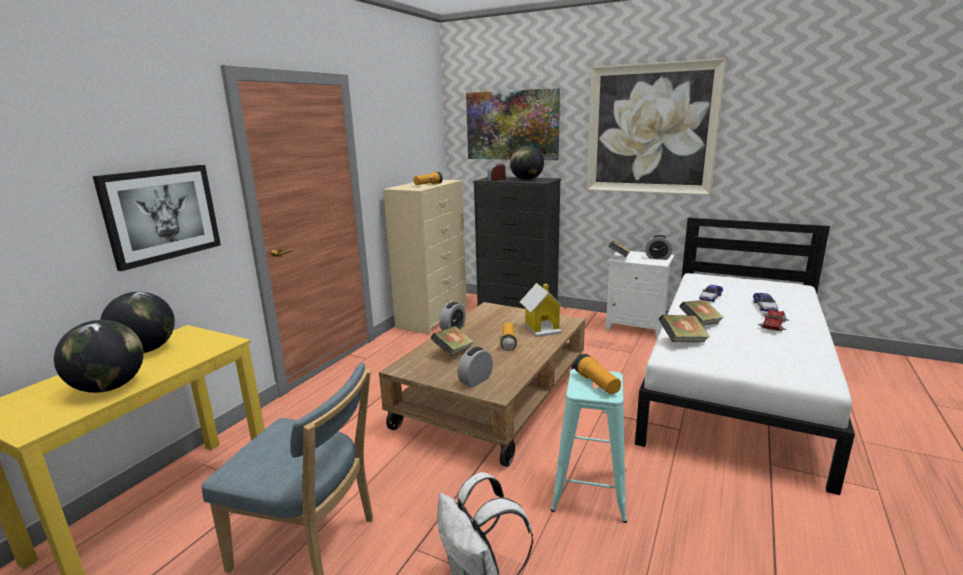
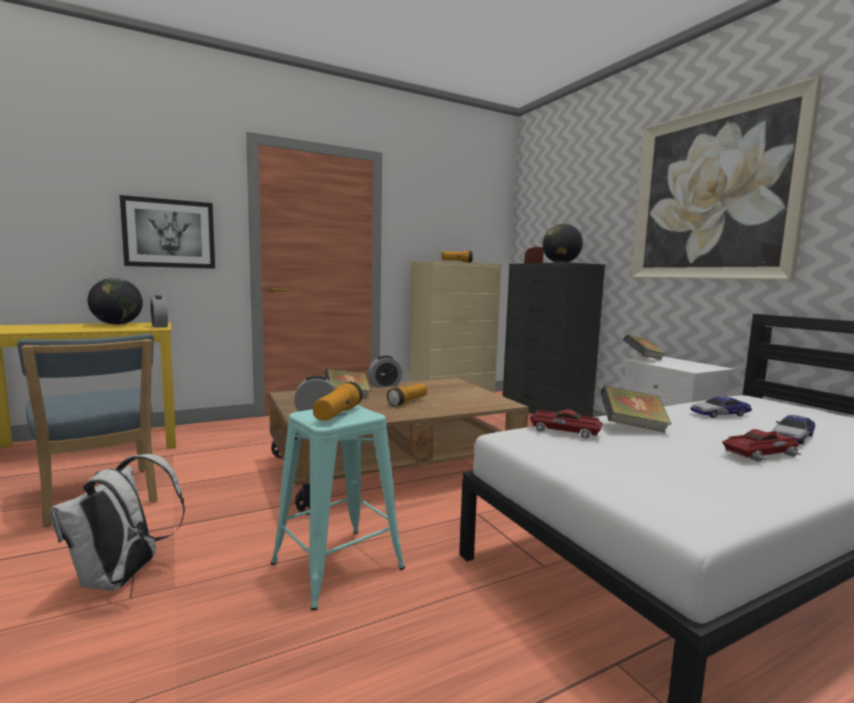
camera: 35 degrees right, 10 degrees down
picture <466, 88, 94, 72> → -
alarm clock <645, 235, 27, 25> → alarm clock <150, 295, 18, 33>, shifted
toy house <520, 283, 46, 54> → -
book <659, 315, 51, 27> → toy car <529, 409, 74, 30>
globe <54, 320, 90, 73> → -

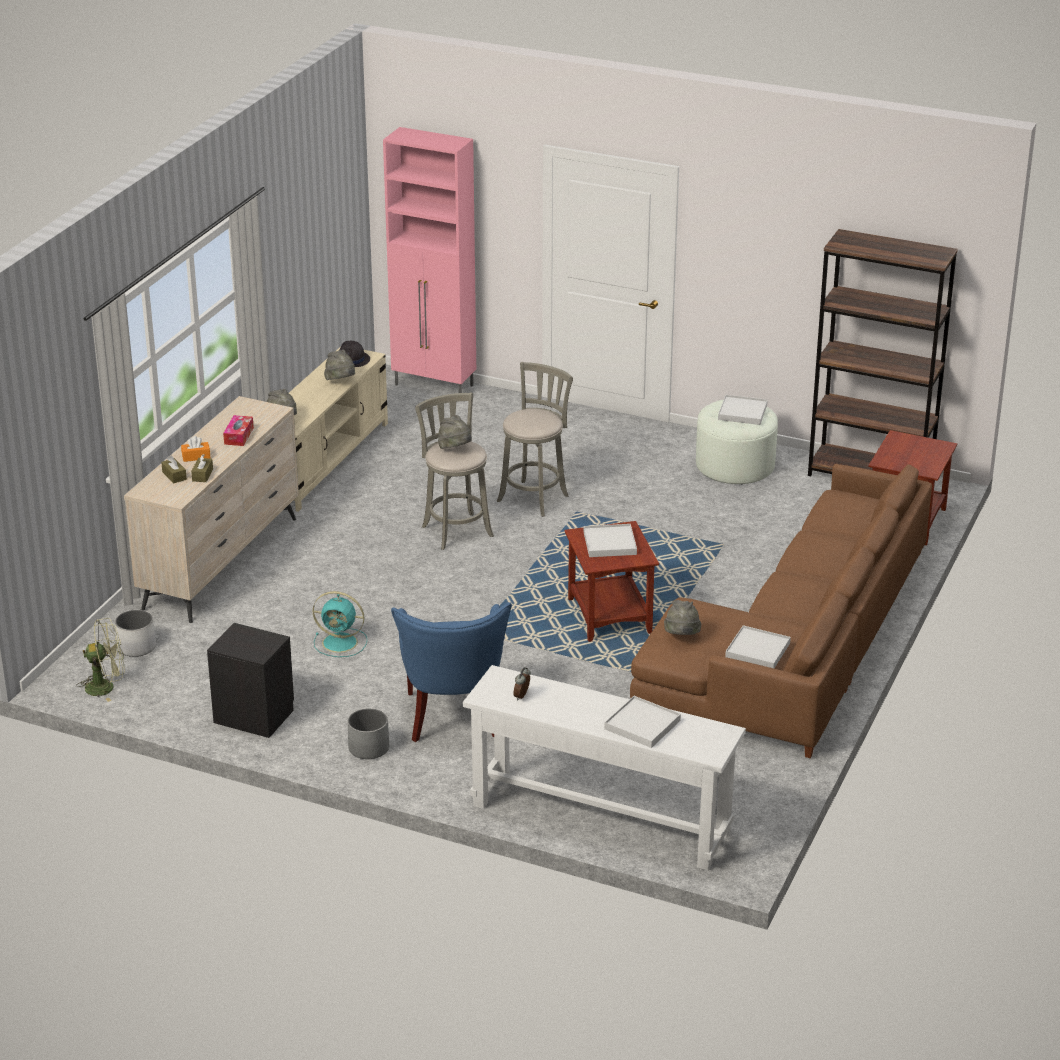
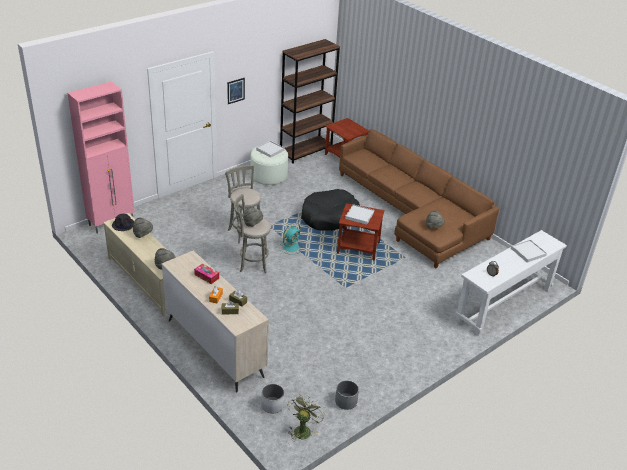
camera: 65 degrees left, 5 degrees up
fan (turquoise) <313, 591, 54, 66> → fan (turquoise) <279, 223, 25, 32>, shifted
armchair (blue) <391, 602, 121, 140> → -
nightstand (black) <207, 623, 87, 115> → -
tray (white) <725, 625, 66, 43> → -
planter (grey) <348, 708, 41, 51> → planter (grey) <335, 380, 24, 30>, shifted
- → picture <227, 78, 18, 26>
- → dog bed (black) <301, 189, 59, 42>

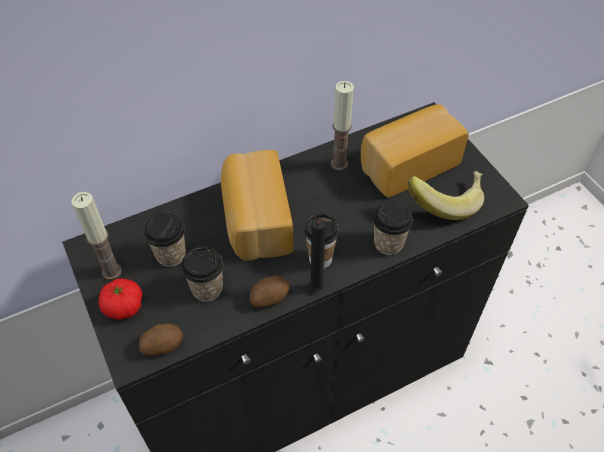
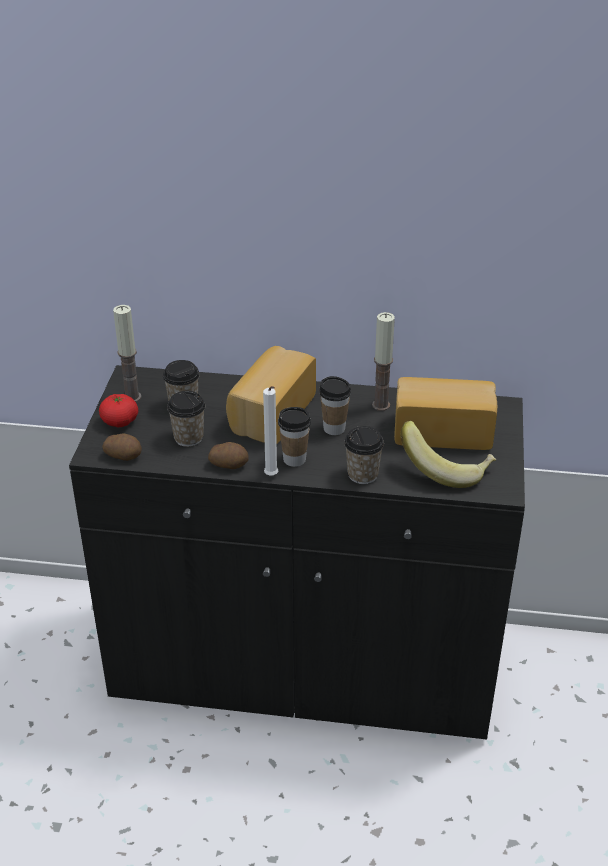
camera: 35 degrees right, 15 degrees down
candle (black) <309, 218, 23, 73> → candle (white) <263, 386, 15, 90>
- → cup <319, 376, 32, 59>

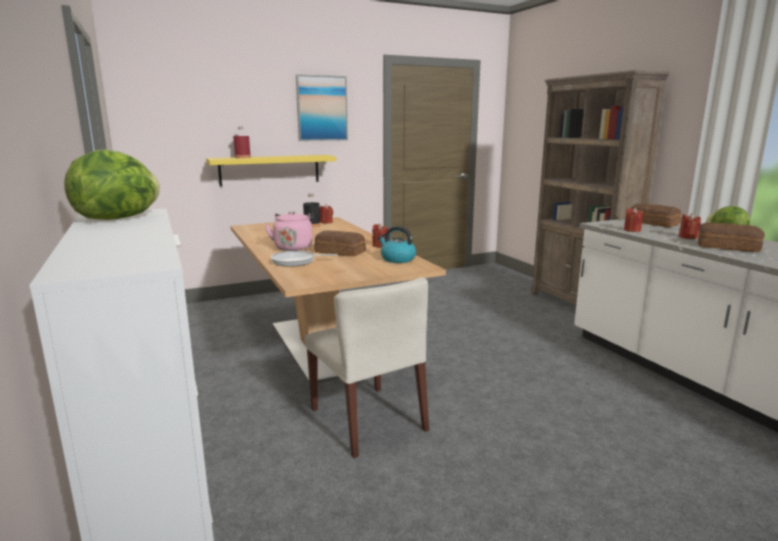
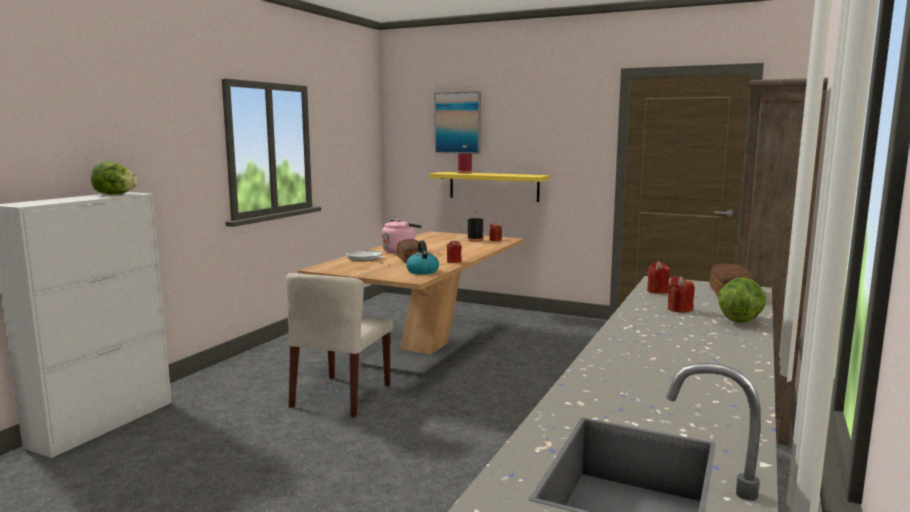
camera: 50 degrees right, 5 degrees down
picture <296, 74, 52, 67> → picture <434, 91, 47, 63>, shifted
bread <698, 222, 67, 30> → -

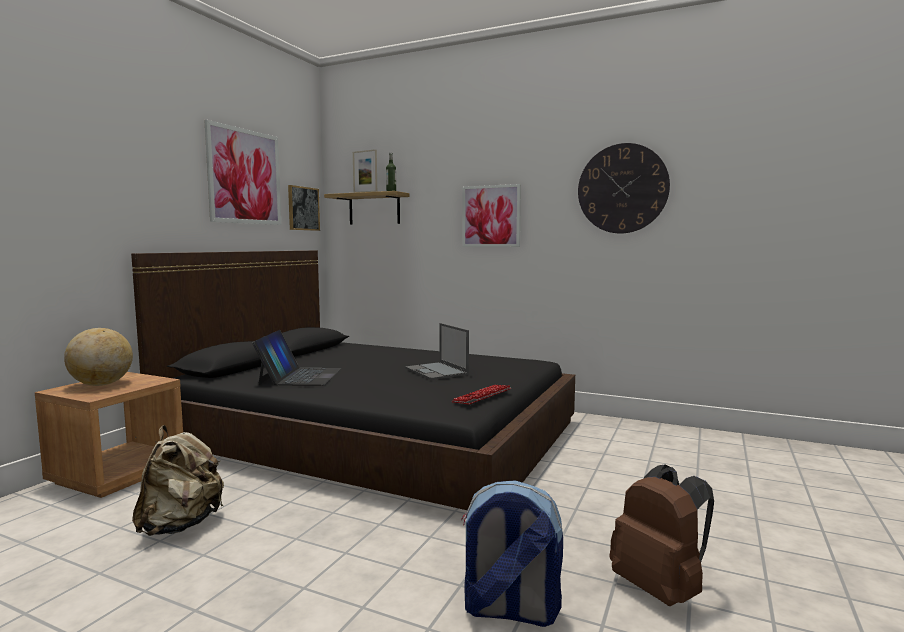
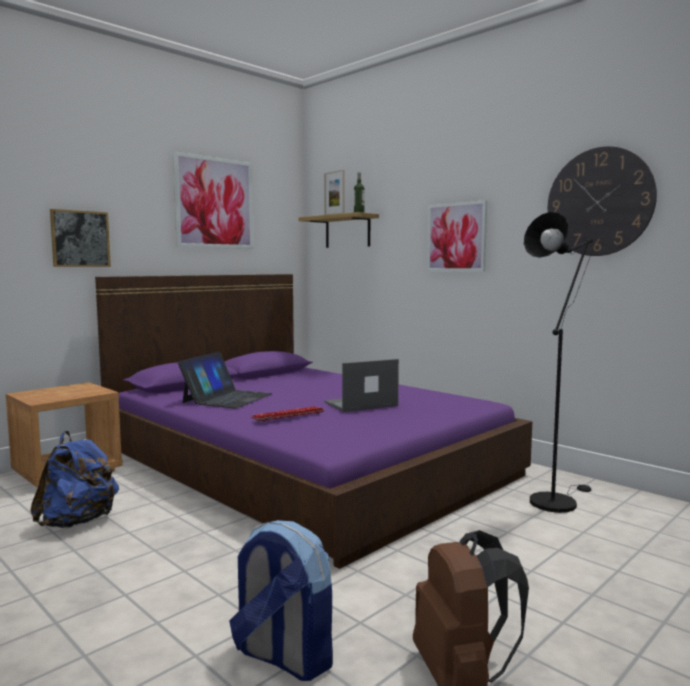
camera: 20 degrees right, 0 degrees up
picture <288, 185, 32, 46> → picture <50, 209, 61, 58>, shifted
bed (black) <131, 250, 444, 260> → bed (purple) <95, 274, 437, 295>
laptop <405, 323, 64, 57> → laptop <325, 359, 74, 53>, 75 degrees clockwise
globe <64, 328, 69, 58> → -
keyboard <451, 385, 60, 20> → keyboard <251, 407, 73, 15>, shifted
backpack (beige) <132, 425, 92, 111> → backpack (blue) <30, 431, 89, 97>
- → floor lamp (black) <524, 212, 71, 301>

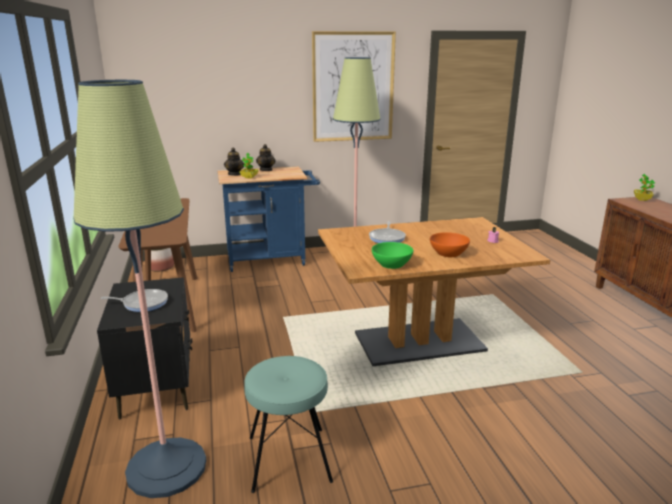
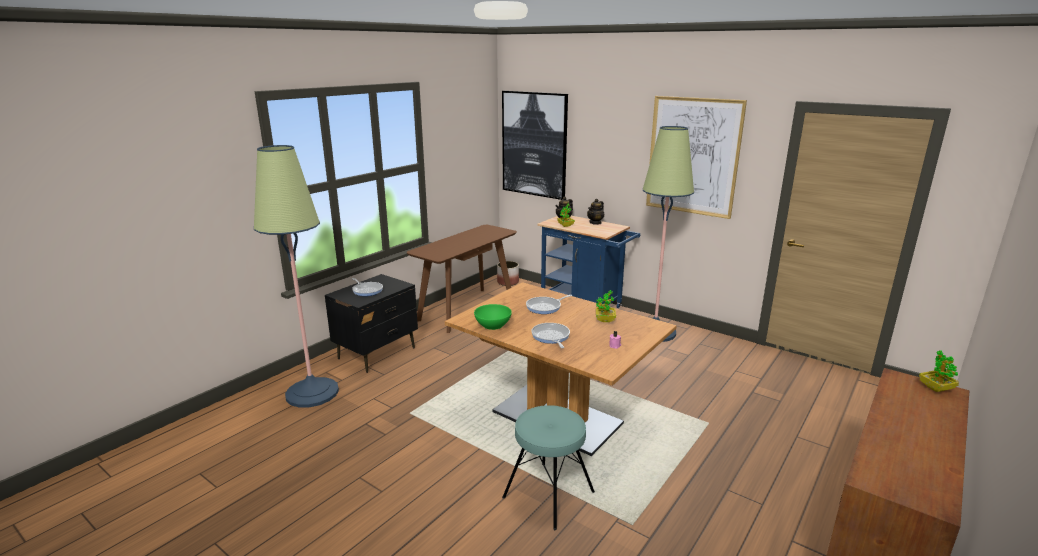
camera: 50 degrees right, 0 degrees up
bowl (orange) <430, 232, 40, 25> → frying pan <531, 323, 39, 25>
stool (turquoise) <244, 356, 89, 137> → stool (turquoise) <502, 405, 93, 125>, shifted
- → picture <502, 91, 66, 109>
- → potted plant <596, 290, 20, 32>

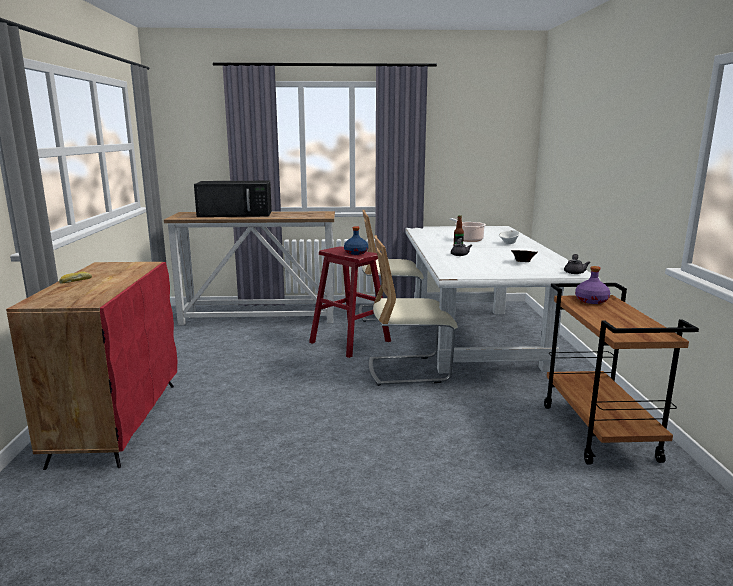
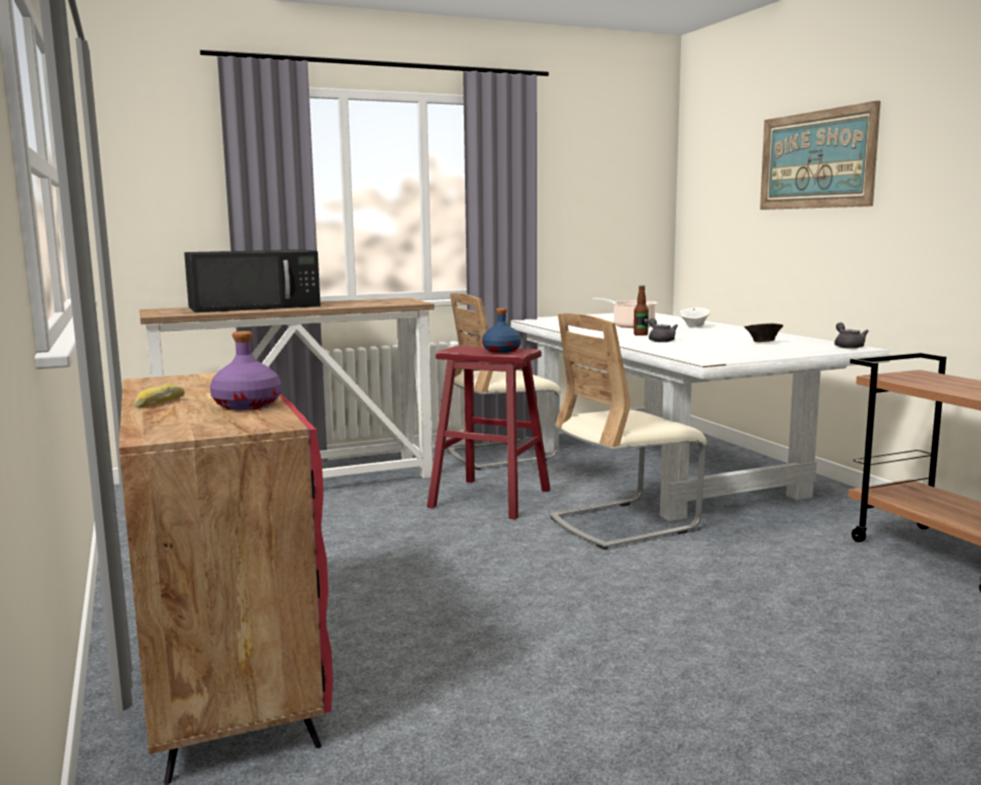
camera: 20 degrees left, 5 degrees down
bottle (purple) <575, 266, 35, 38> → bottle (purple) <210, 331, 71, 79>, shifted
- → picture <760, 101, 121, 109>

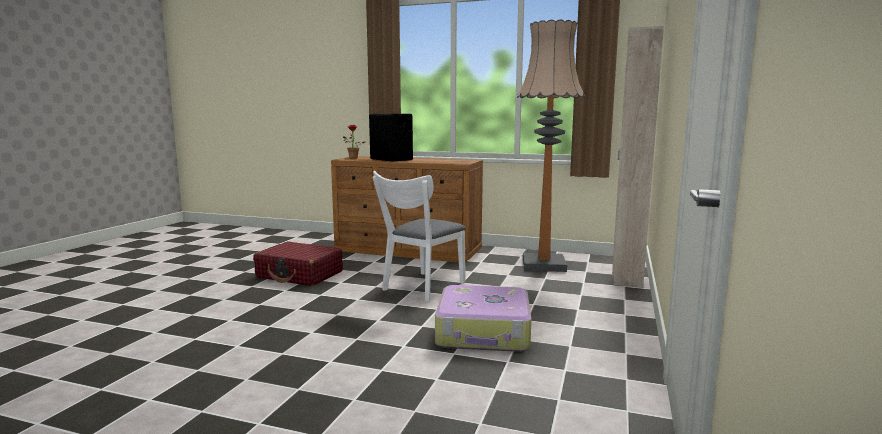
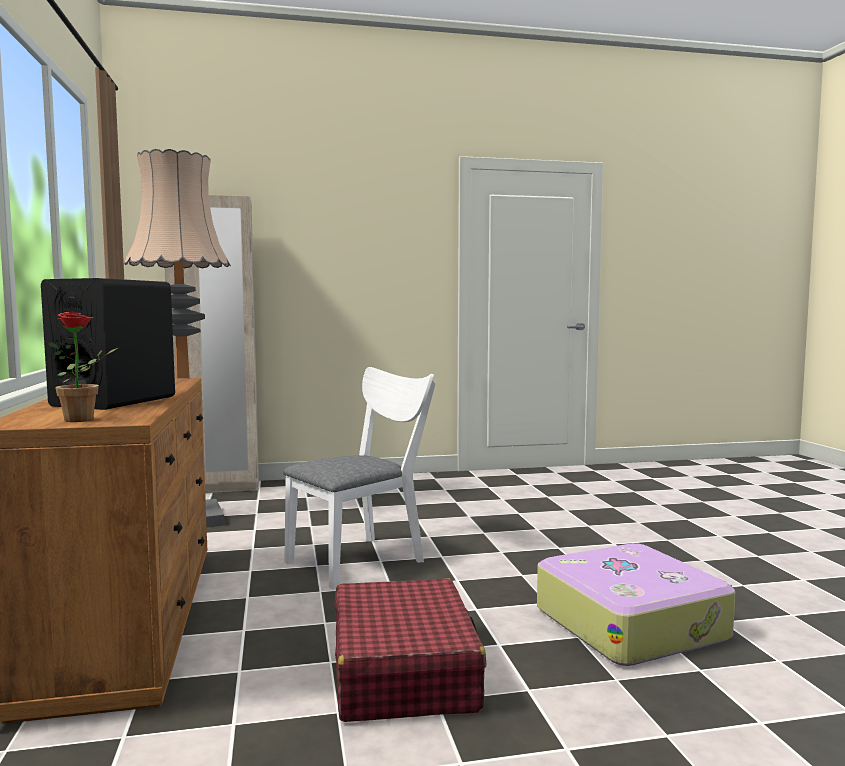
camera: 120 degrees left, 5 degrees down
chair (white) <372, 171, 94, 130> → chair (white) <283, 367, 153, 222>, 45 degrees counterclockwise
suitcase <435, 285, 96, 67> → suitcase <537, 543, 198, 123>, shifted

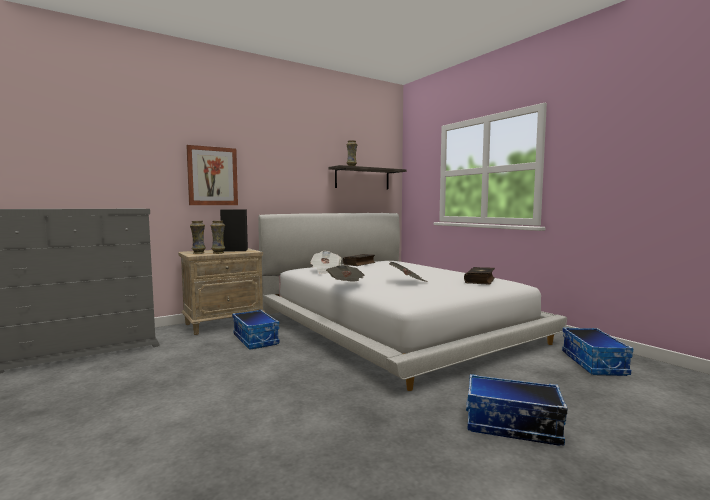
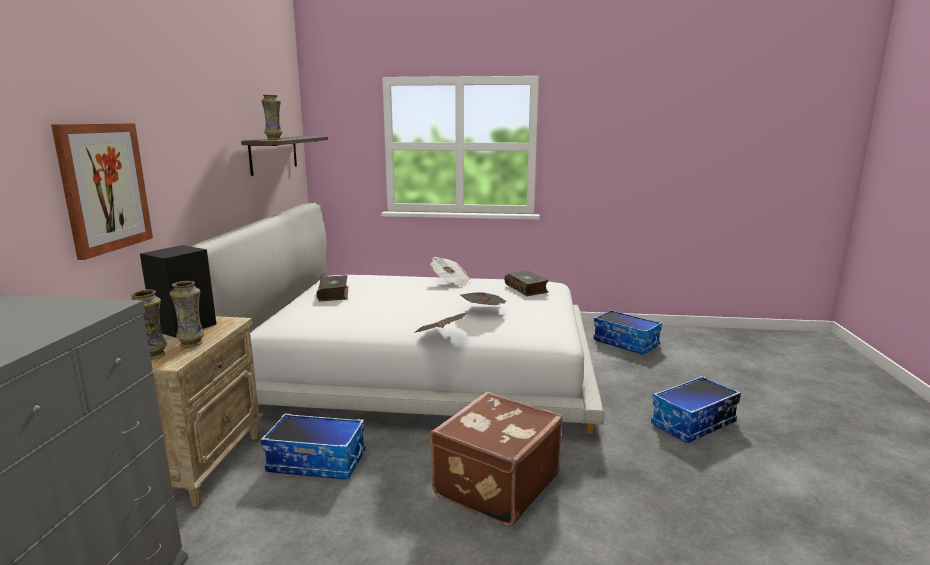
camera: 50 degrees left, 10 degrees up
newspaper <310, 251, 32, 23> → newspaper <430, 257, 41, 30>, shifted
- → suitcase (brown) <430, 391, 133, 136>

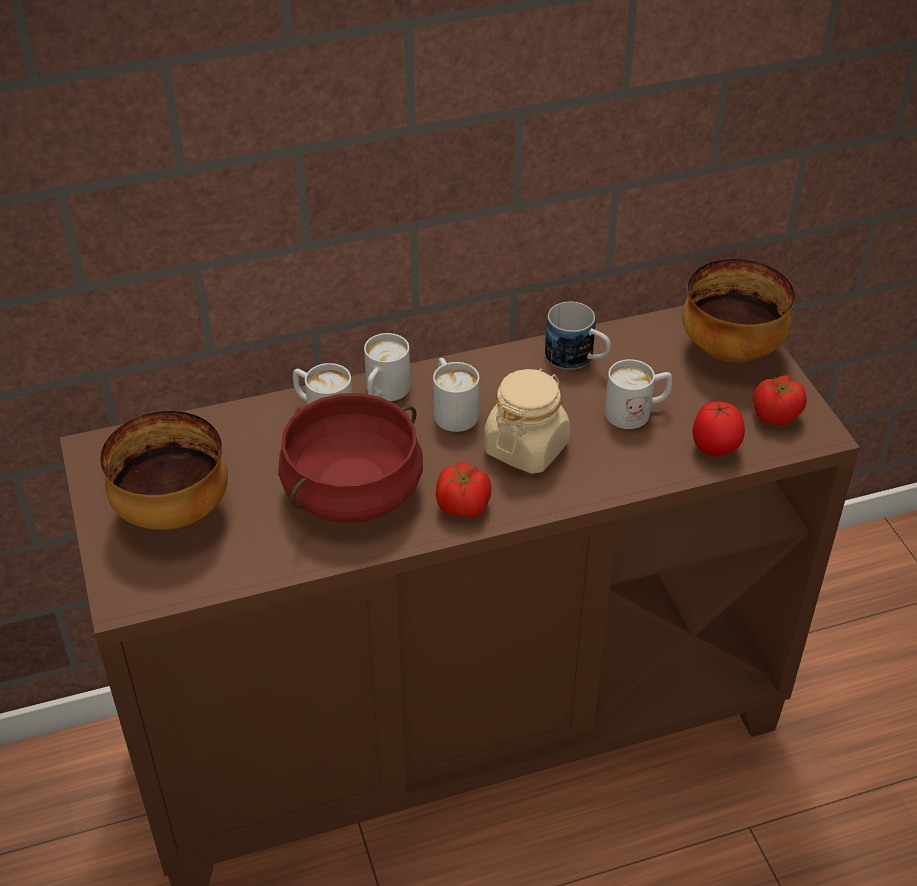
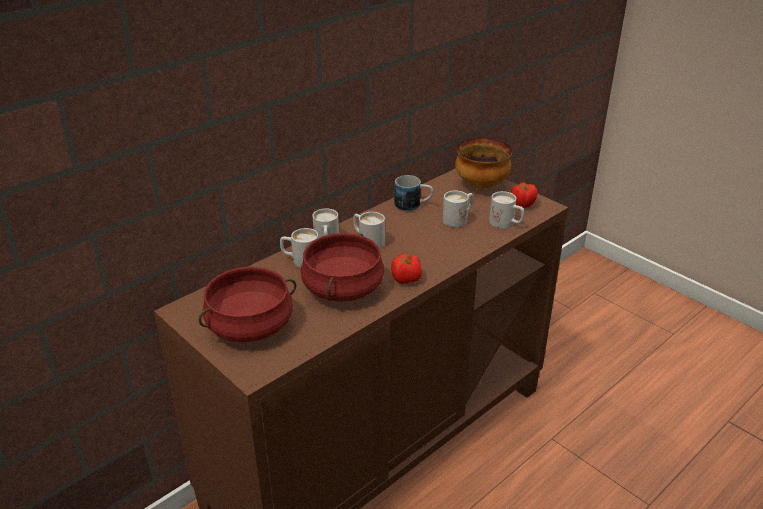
camera: 25 degrees left, 10 degrees down
jar (beige) <484, 369, 86, 105> → -
tomato <693, 401, 52, 55> → mug (white) <489, 191, 35, 37>
bowl <100, 411, 128, 119> → cooking pot (red) <199, 266, 97, 76>

